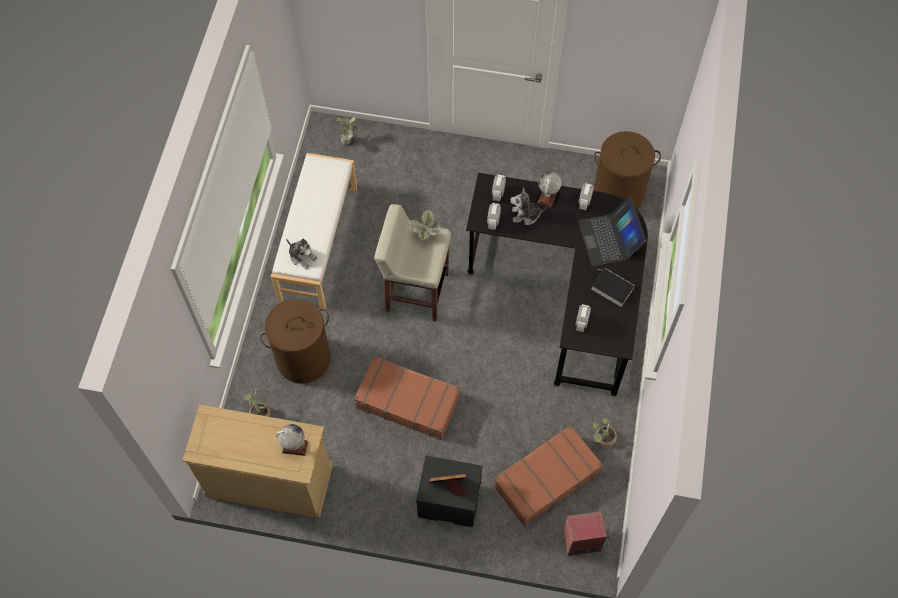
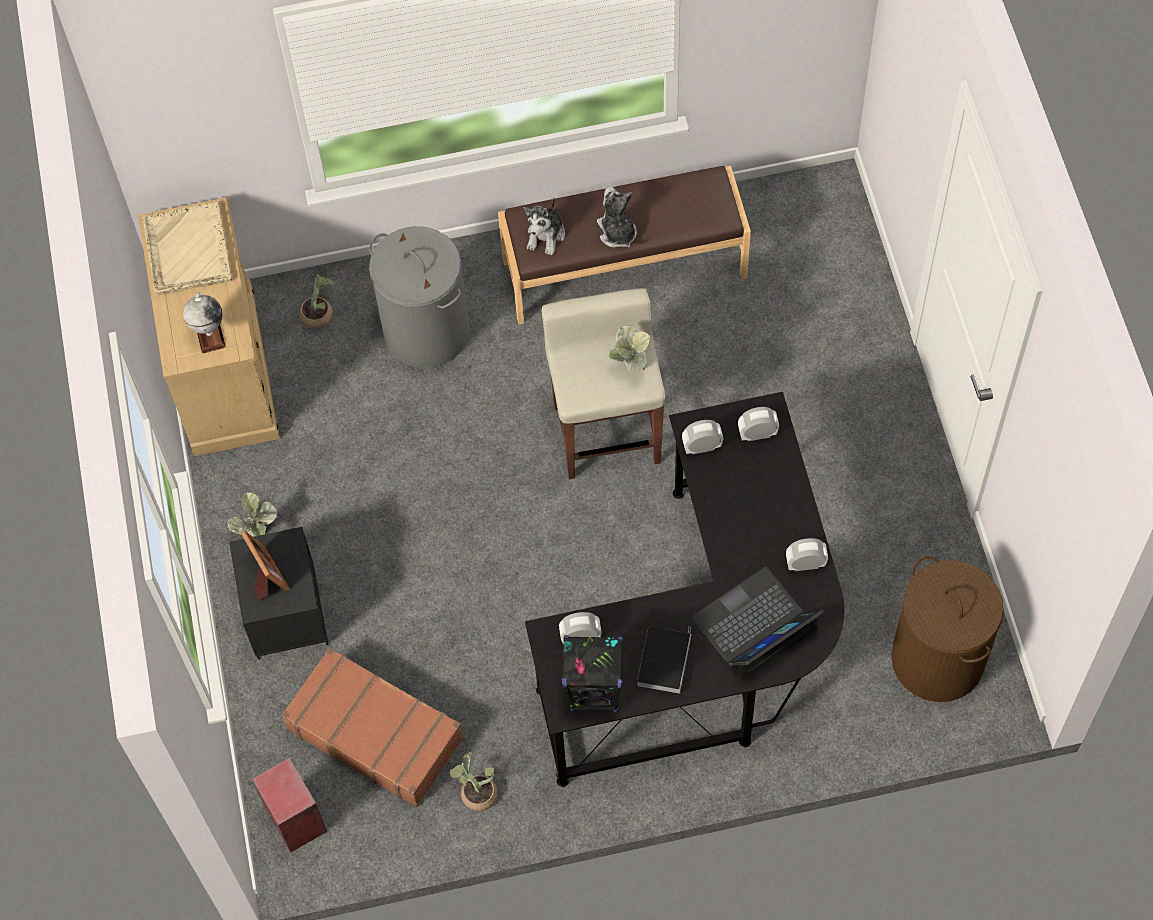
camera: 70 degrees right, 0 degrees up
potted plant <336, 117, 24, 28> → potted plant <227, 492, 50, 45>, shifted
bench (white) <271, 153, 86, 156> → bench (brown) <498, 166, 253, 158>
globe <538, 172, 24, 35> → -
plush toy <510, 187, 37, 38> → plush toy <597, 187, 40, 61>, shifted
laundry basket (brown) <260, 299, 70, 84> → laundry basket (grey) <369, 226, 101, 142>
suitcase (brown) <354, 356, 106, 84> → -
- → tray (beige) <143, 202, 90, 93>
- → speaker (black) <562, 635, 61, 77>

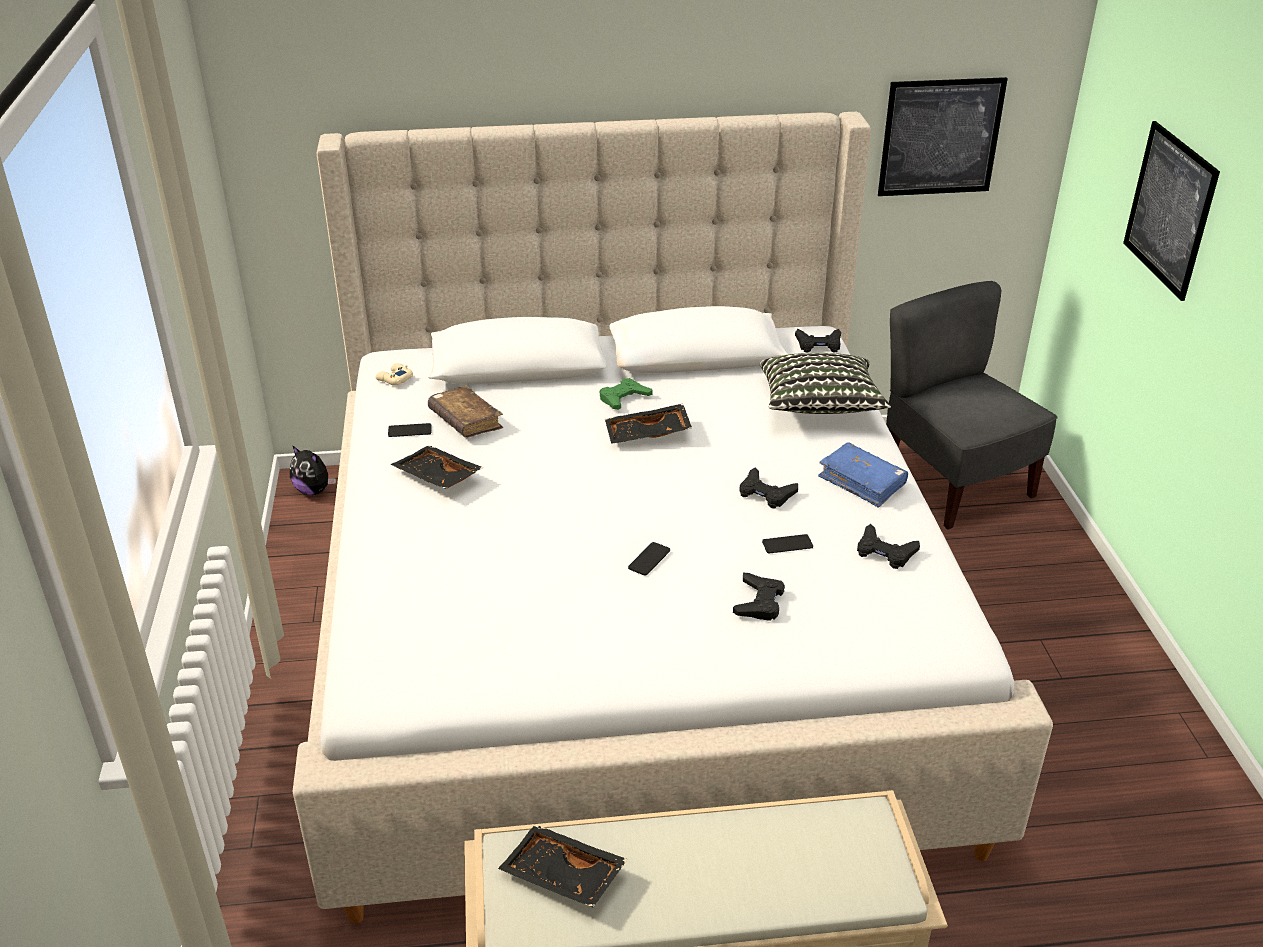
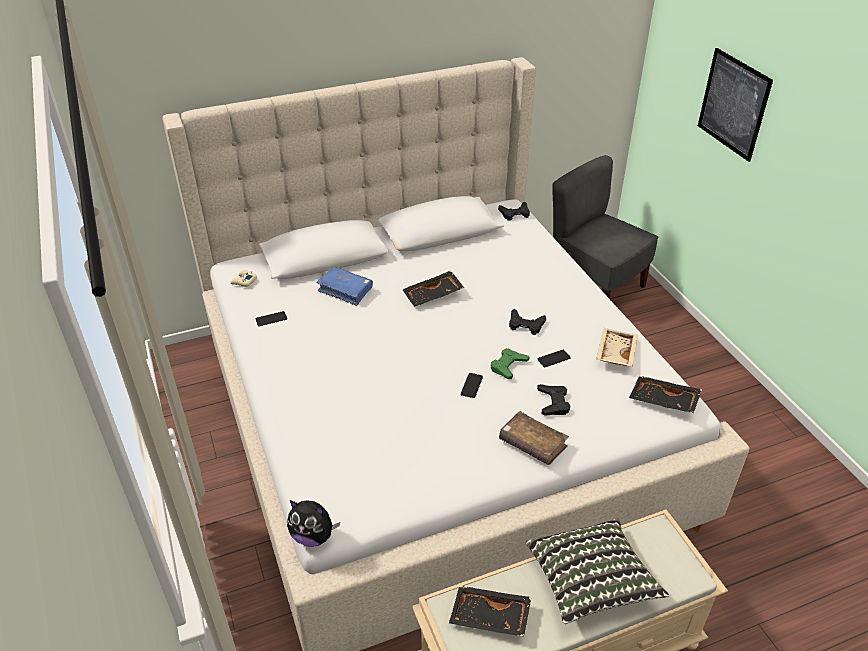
camera: 15 degrees left, 5 degrees up
picture <878, 77, 130, 119> → -
pillow <760, 353, 131, 61> → pillow <526, 518, 143, 106>, shifted
game controller (green) <599, 378, 53, 32> → game controller (green) <491, 348, 39, 31>, shifted
book (brown) <428, 385, 75, 53> → book (brown) <499, 411, 70, 54>, shifted
book (blue) <818, 442, 90, 66> → book (blue) <317, 266, 56, 40>, shifted
plush toy <290, 445, 46, 50> → plush toy <287, 500, 53, 47>, shifted
tray (black) <391, 445, 93, 44> → tray (black) <629, 376, 73, 37>, shifted
game controller (black) <857, 524, 63, 45> → tray (beige) <596, 328, 42, 39>

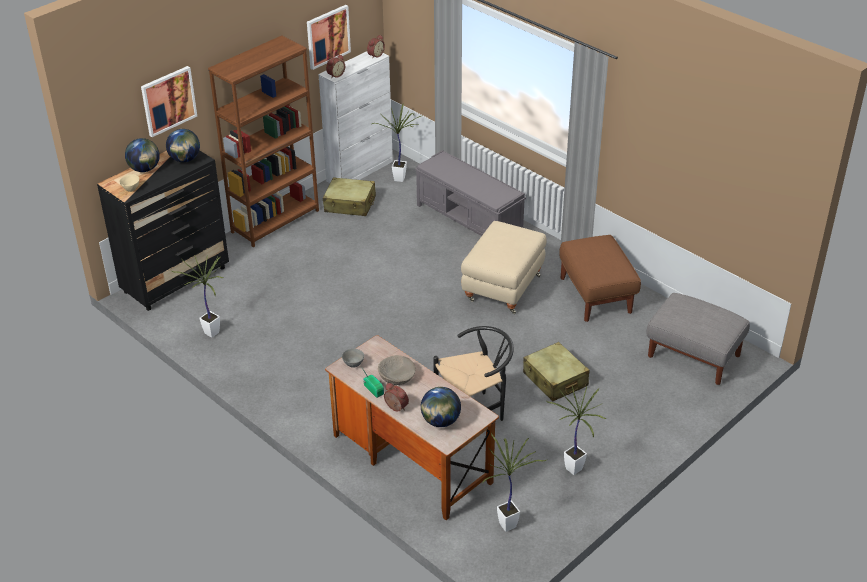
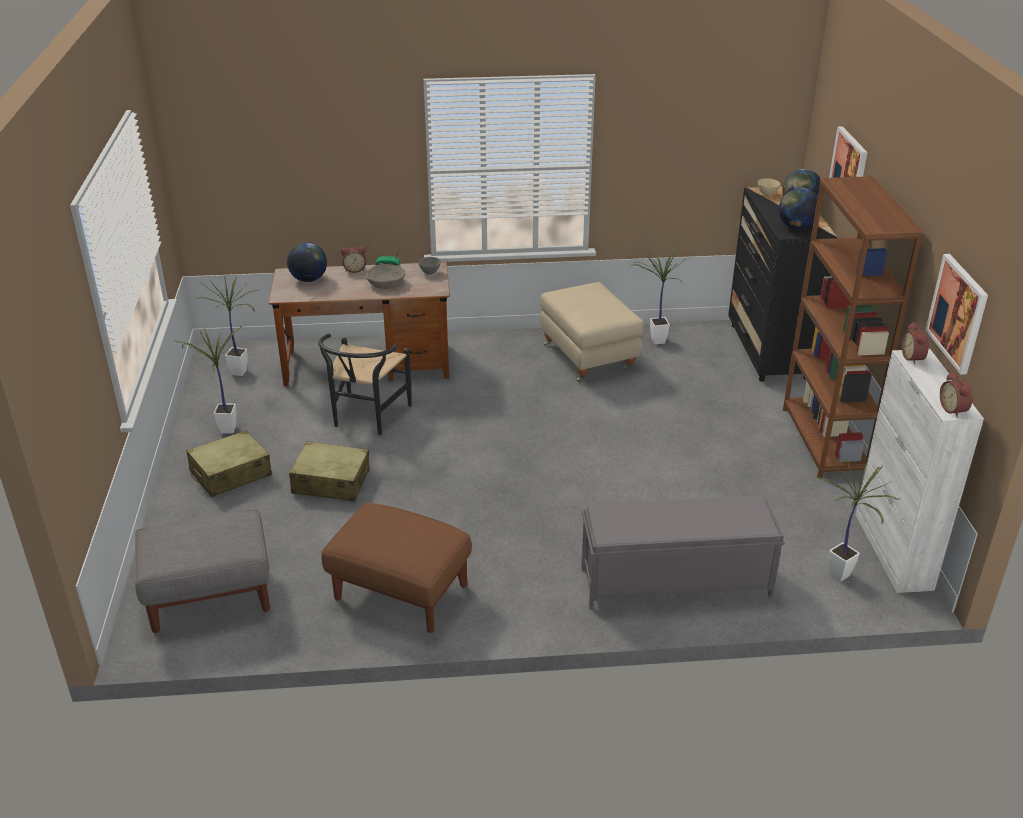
camera: 130 degrees right, 5 degrees down
suitcase (beige) <323, 177, 53, 39> → suitcase (beige) <186, 430, 86, 67>, shifted
ottoman (beige) <461, 221, 86, 93> → ottoman (beige) <540, 282, 104, 100>, shifted

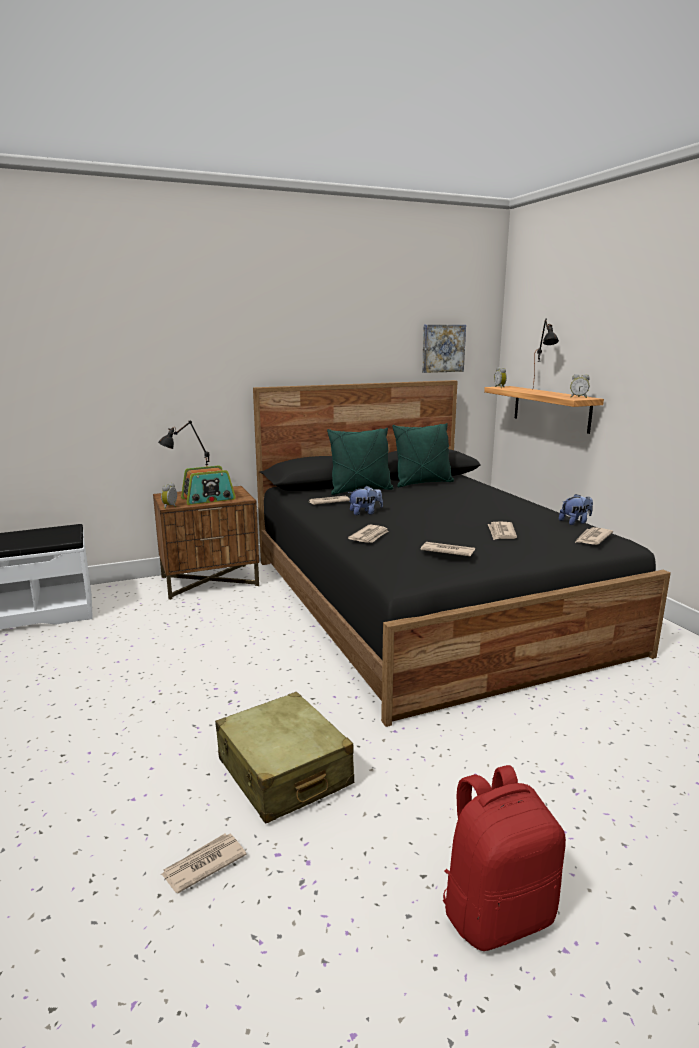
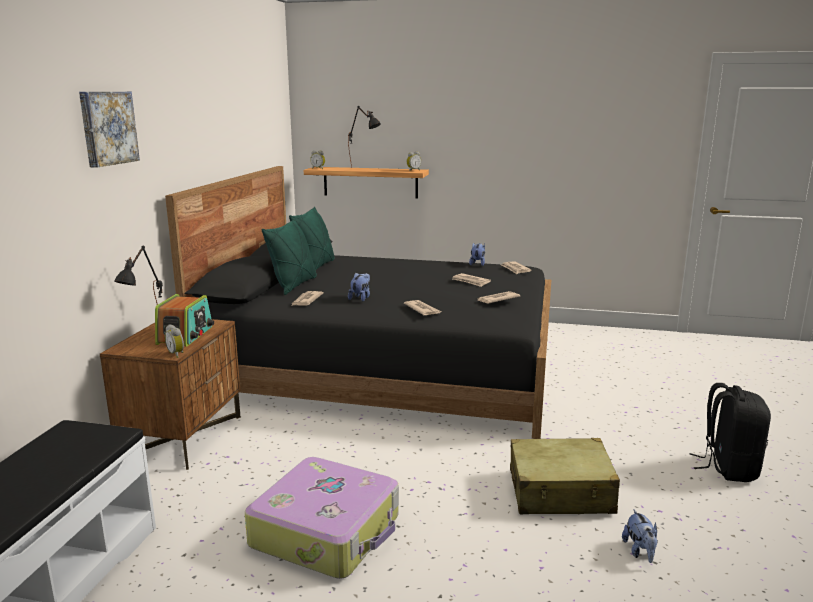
camera: 55 degrees left, 0 degrees up
picture <422, 325, 44, 48> → picture <79, 92, 61, 76>, shifted
backpack (red) <443, 765, 123, 186> → backpack (black) <690, 383, 81, 99>
newspaper <161, 834, 86, 59> → plush toy <622, 510, 36, 53>
- → suitcase <245, 457, 154, 122>

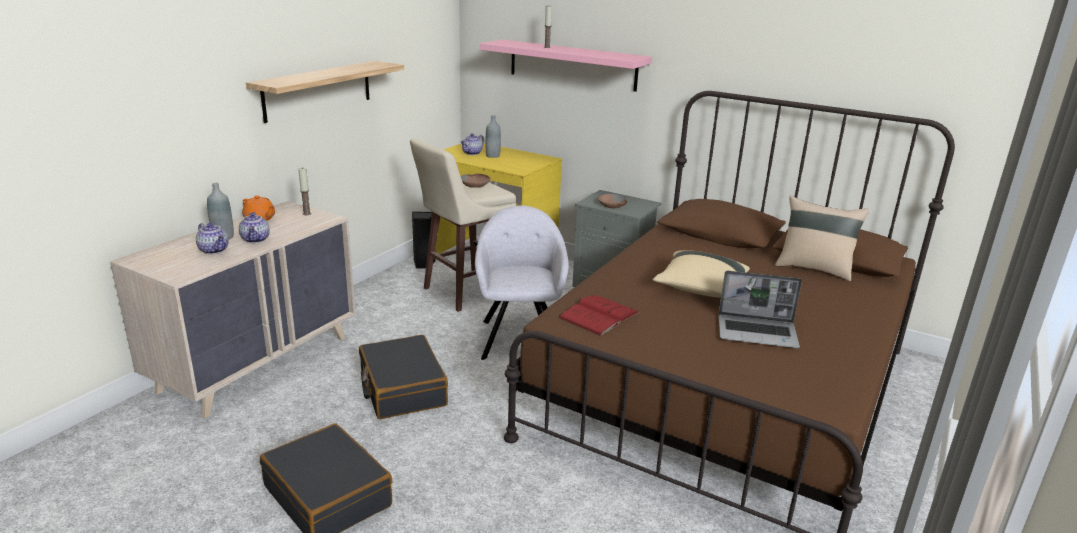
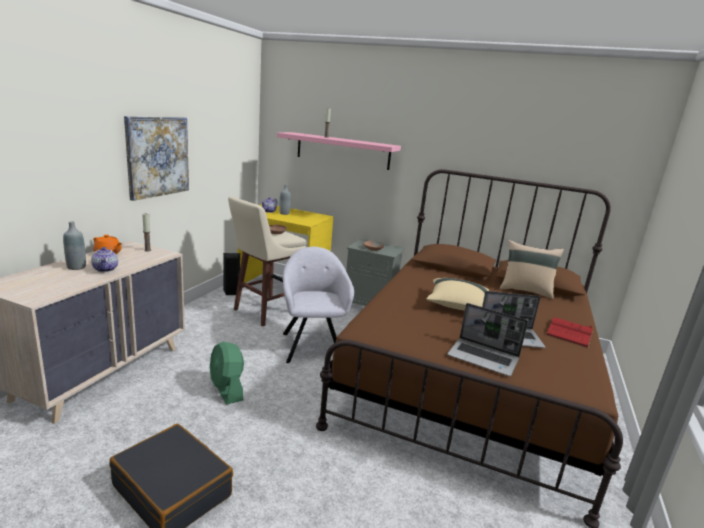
camera: 10 degrees left, 5 degrees down
shelf <246, 61, 158, 62> → picture <124, 116, 65, 85>
teapot <196, 223, 33, 31> → -
book (red) <558, 295, 81, 42> → book (red) <546, 317, 47, 31>, shifted
suitcase (black) <359, 335, 89, 84> → fan (green) <210, 341, 34, 64>
- → laptop <447, 303, 81, 73>

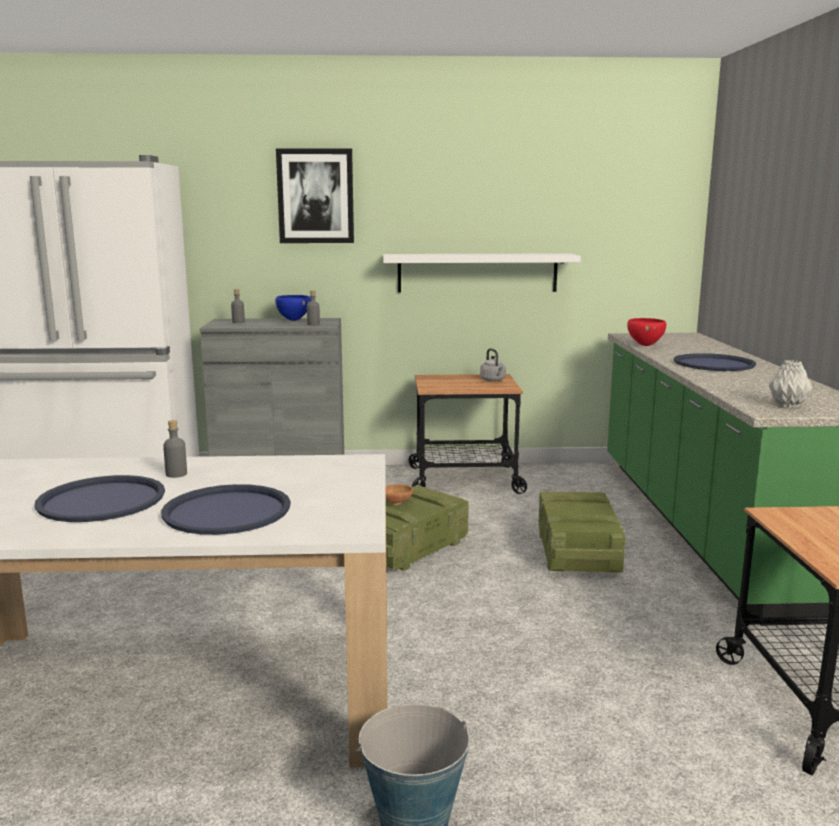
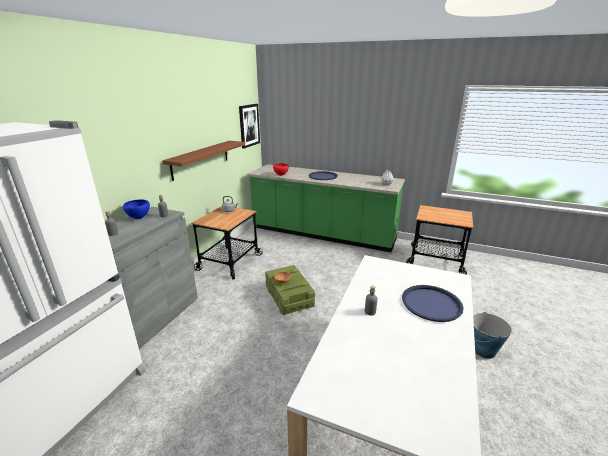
camera: 65 degrees left, 10 degrees up
picture <276, 148, 78, 95> → picture <239, 104, 21, 45>, shifted
shelf (white) <383, 253, 198, 39> → shelf (brown) <162, 141, 83, 40>
tray (blue) <35, 475, 130, 47> → -
crate <539, 491, 87, 82> → -

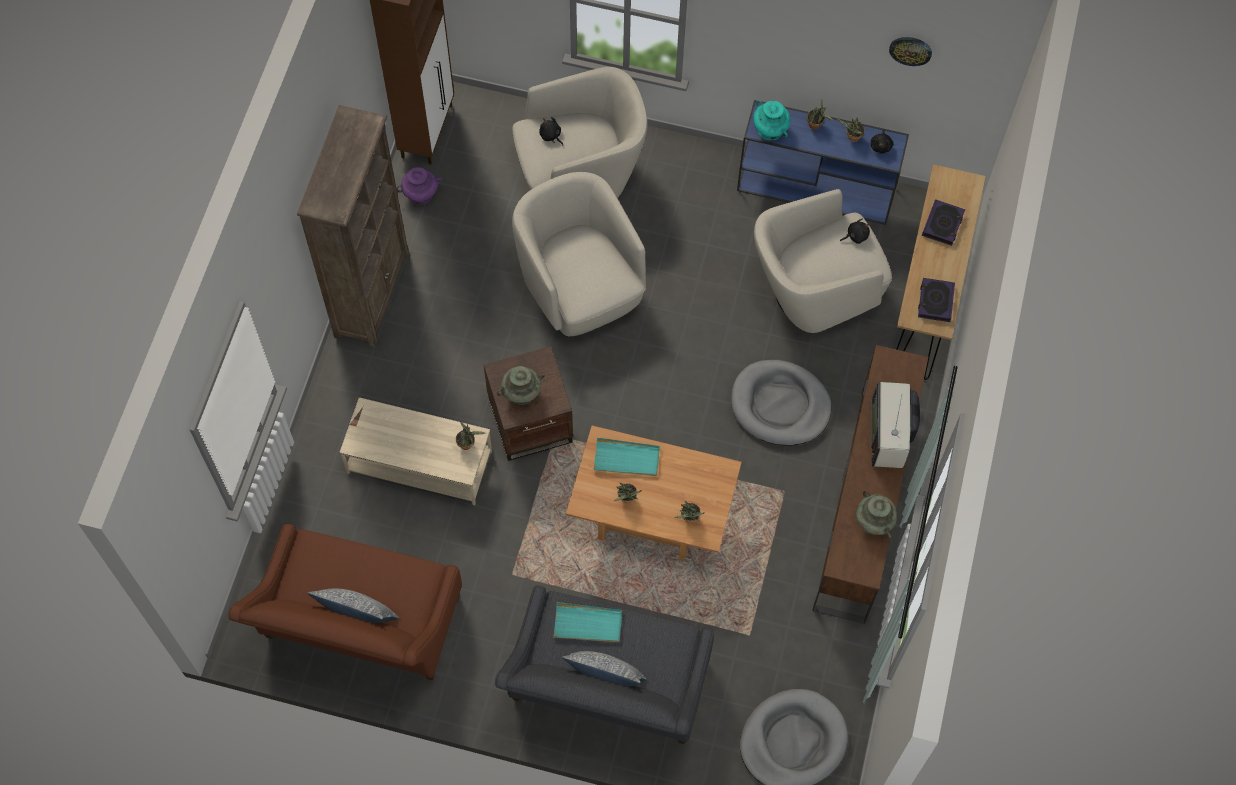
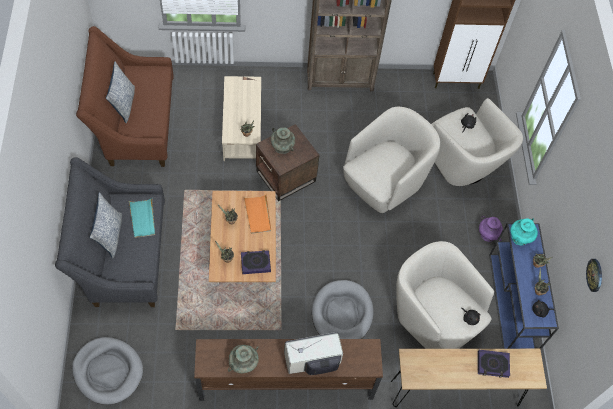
camera: 70 degrees right, 5 degrees down
vase (purple) <396, 167, 46, 38> → vase (purple) <479, 216, 24, 26>, shifted
book <918, 278, 37, 44> → book <241, 250, 30, 24>, shifted
tray (turquoise) <593, 437, 67, 39> → tray (orange) <244, 194, 27, 40>

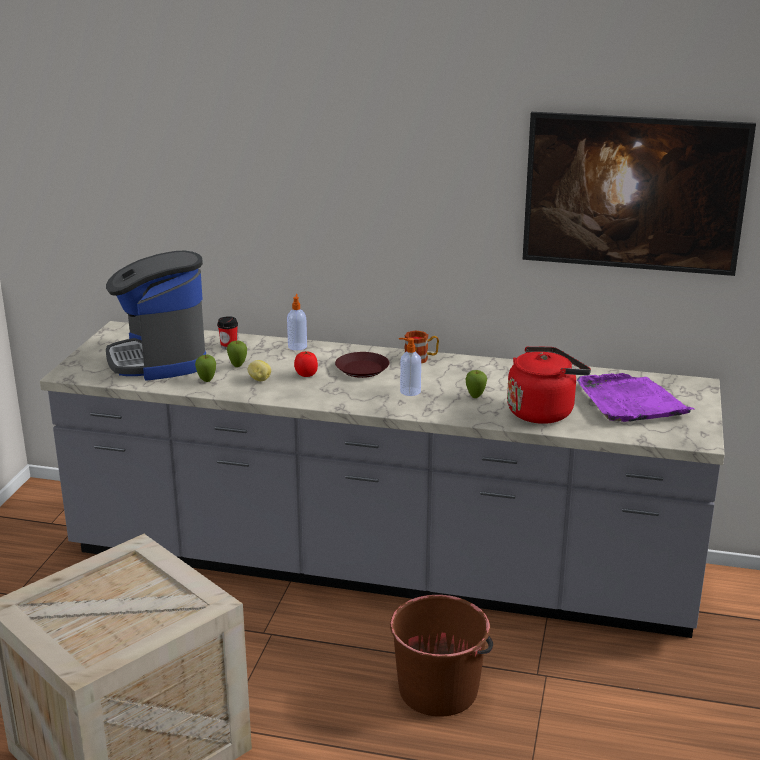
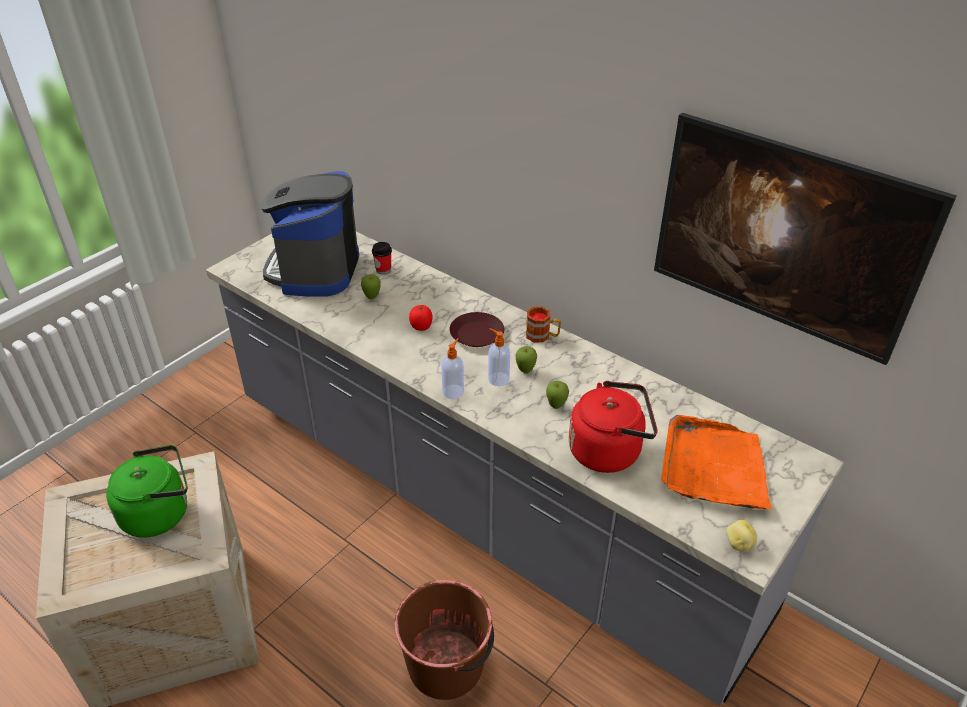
camera: 25 degrees right, 15 degrees up
soap dispenser <287, 294, 20, 56> → soap dispenser <441, 338, 23, 61>, shifted
apple <195, 354, 21, 28> → apple <515, 346, 22, 27>, shifted
potato <248, 360, 23, 21> → potato <726, 520, 31, 32>, shifted
tray (purple) <577, 373, 117, 49> → tray (orange) <661, 415, 111, 94>
- → kettle (green) <106, 445, 82, 92>

